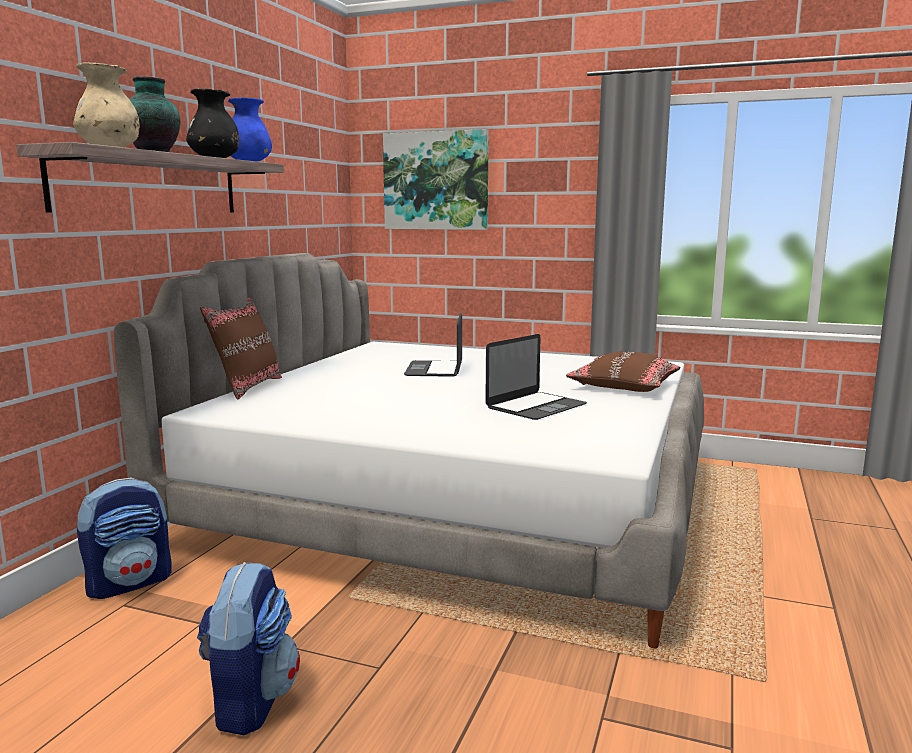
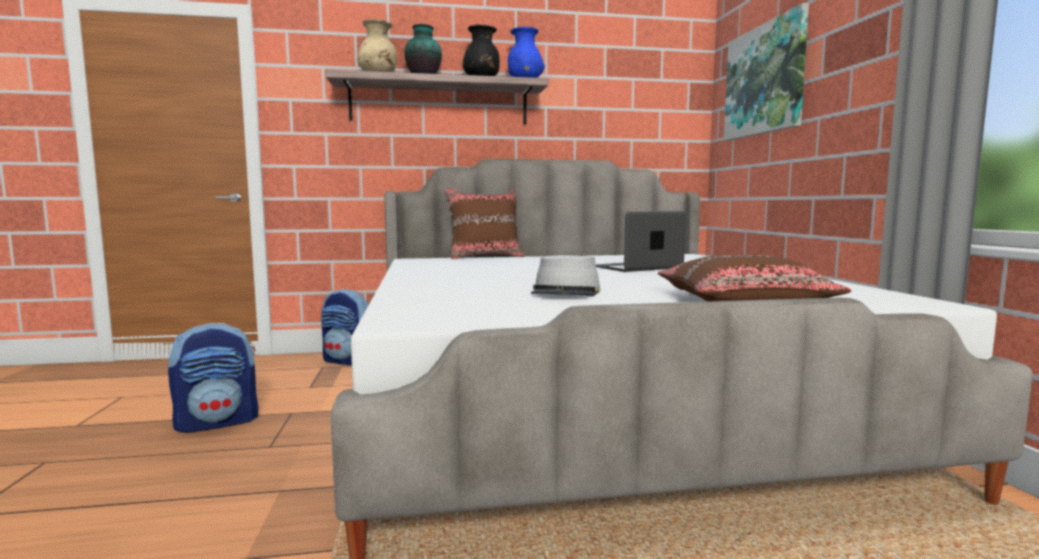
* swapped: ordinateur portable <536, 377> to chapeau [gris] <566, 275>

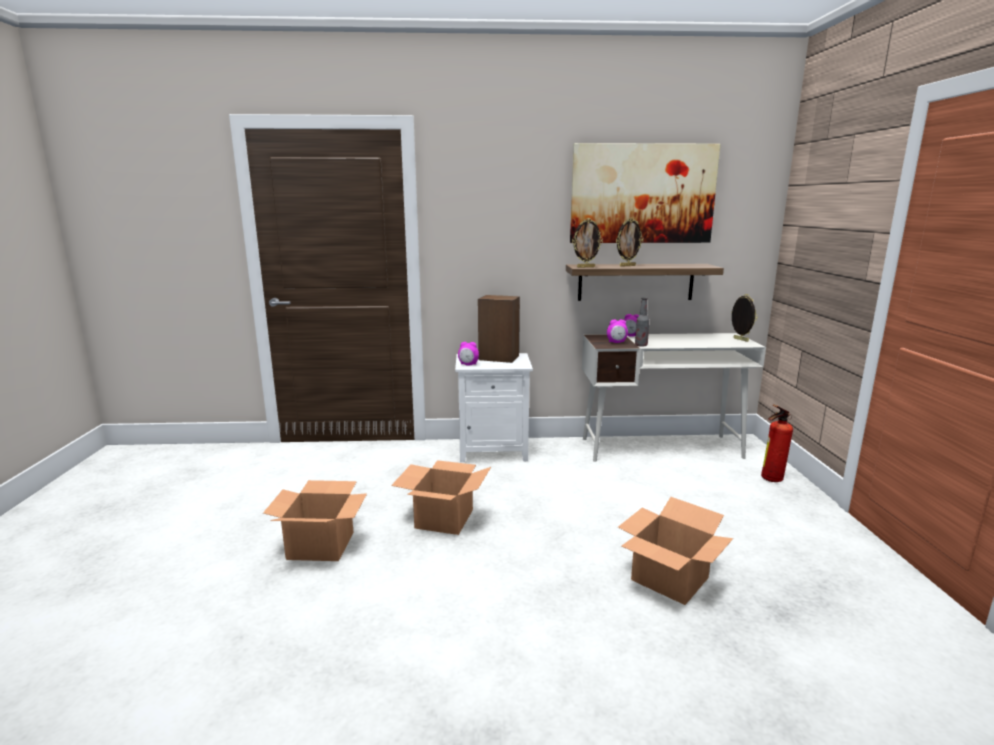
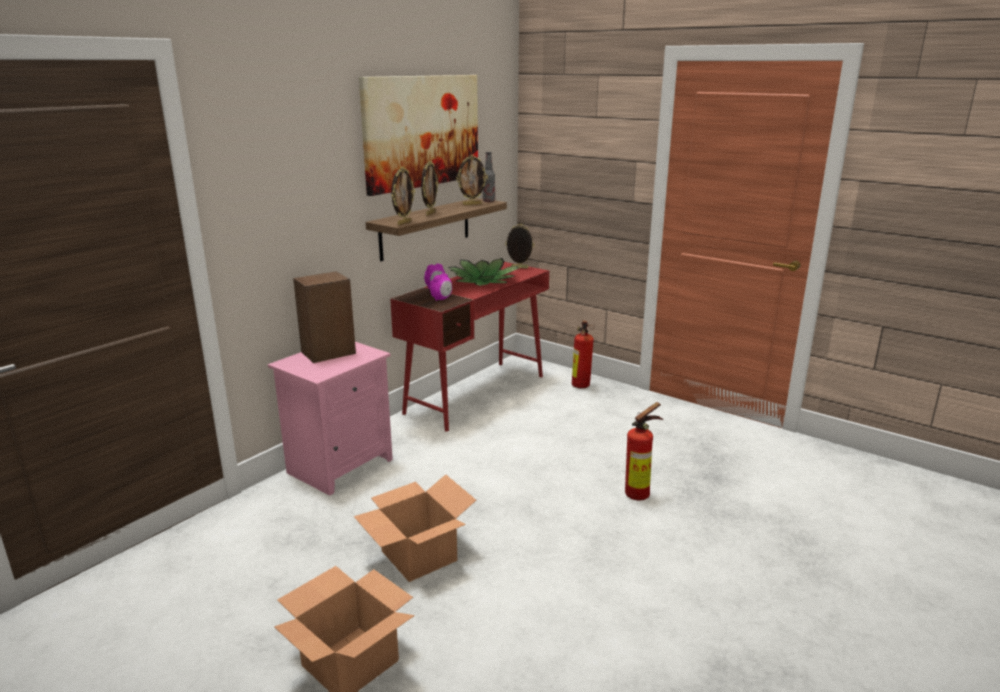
* gone: réveil <468, 354>
* new: plante en pot <483, 272>
* new: cadre photo <472, 180>
* shifted: bouteille <642, 322> to <489, 177>
* swapped: carton <675, 551> to extincteur <644, 451>
* repainted: table de chevet [blanc] <494, 408> to table de chevet [rose] <330, 419>
* repainted: bureau [blanc] <674, 397> to bureau [rouge] <469, 346>

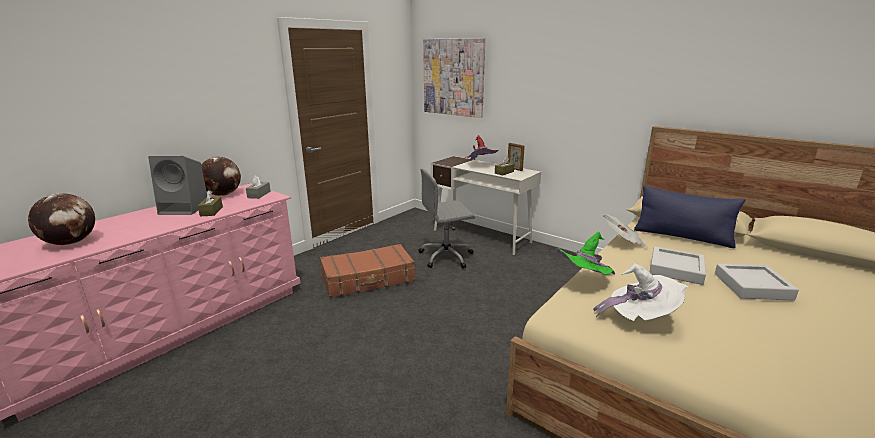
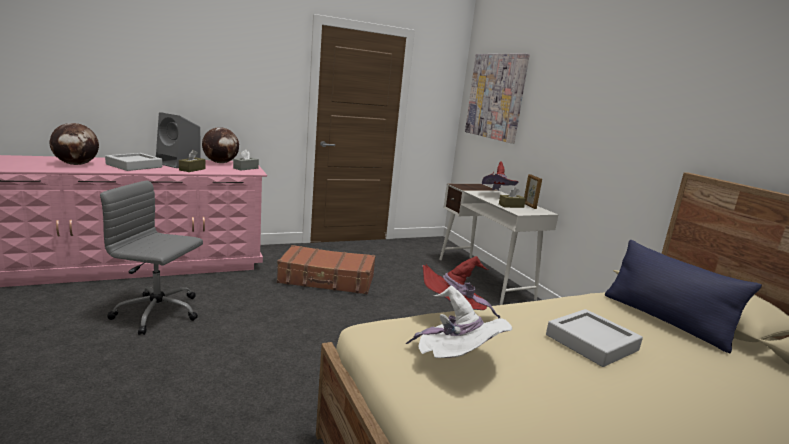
* gone: journal <624, 230>
* shifted: chaise de bureau [gris] <447, 219> to <151, 257>
* shifted: plateau [gris] <757, 282> to <133, 162>
* repainted: chapeau [vert] <585, 253> to chapeau [rouge] <461, 287>

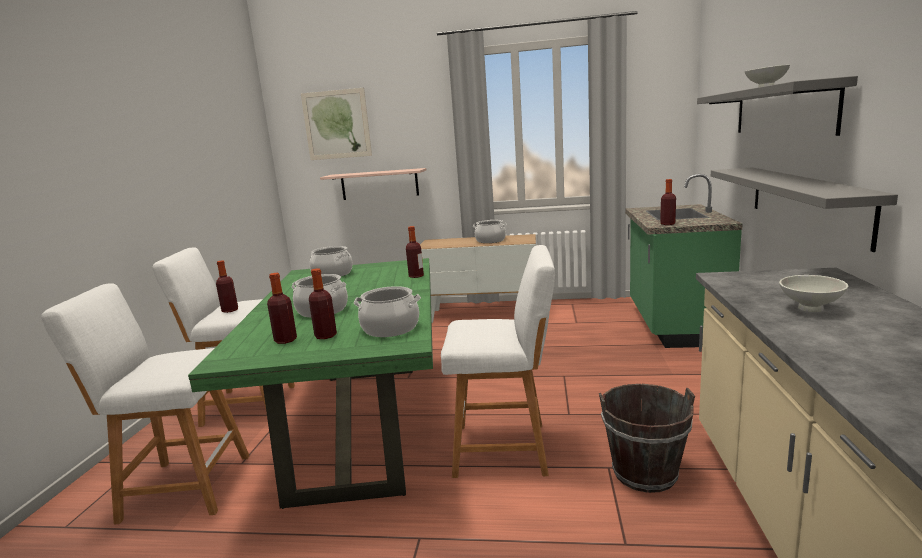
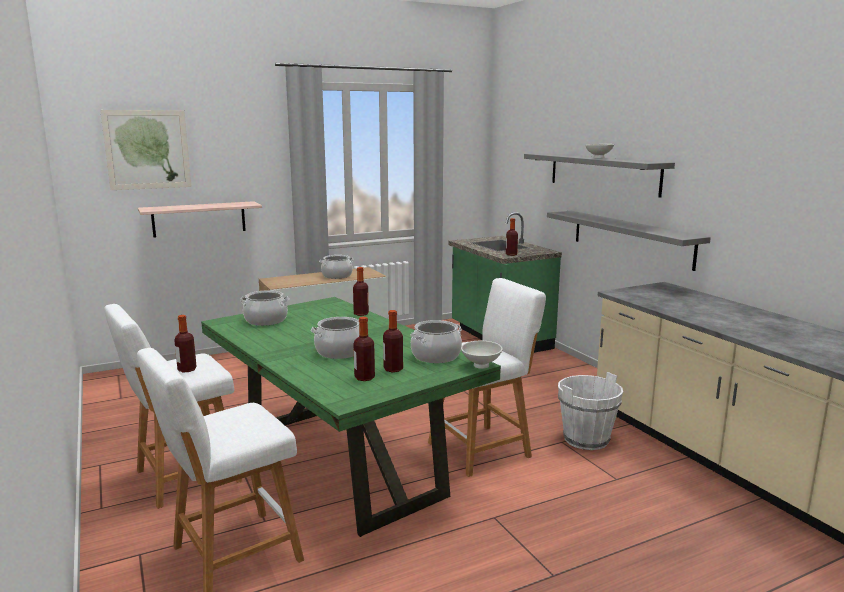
* shifted: bol [blanc] <813, 293> to <482, 355>
* repainted: seau [marron] <647, 438> to seau [blanc] <590, 411>

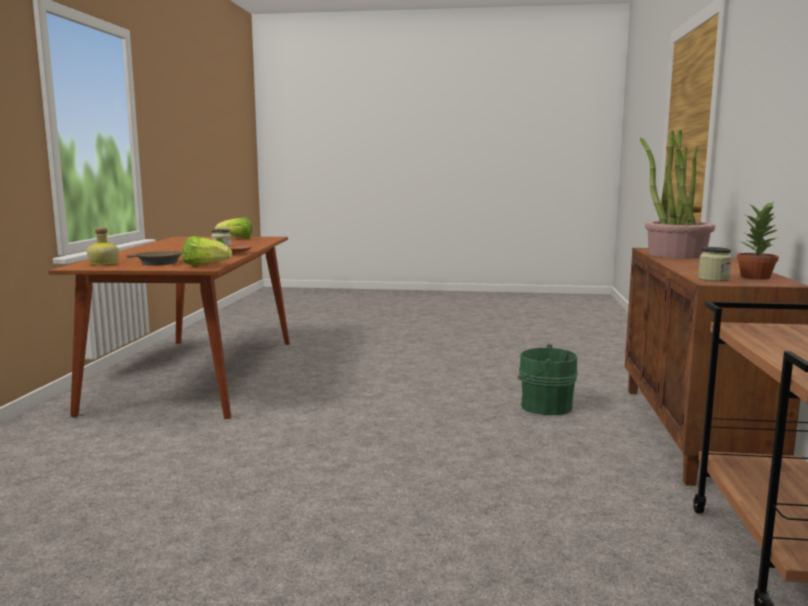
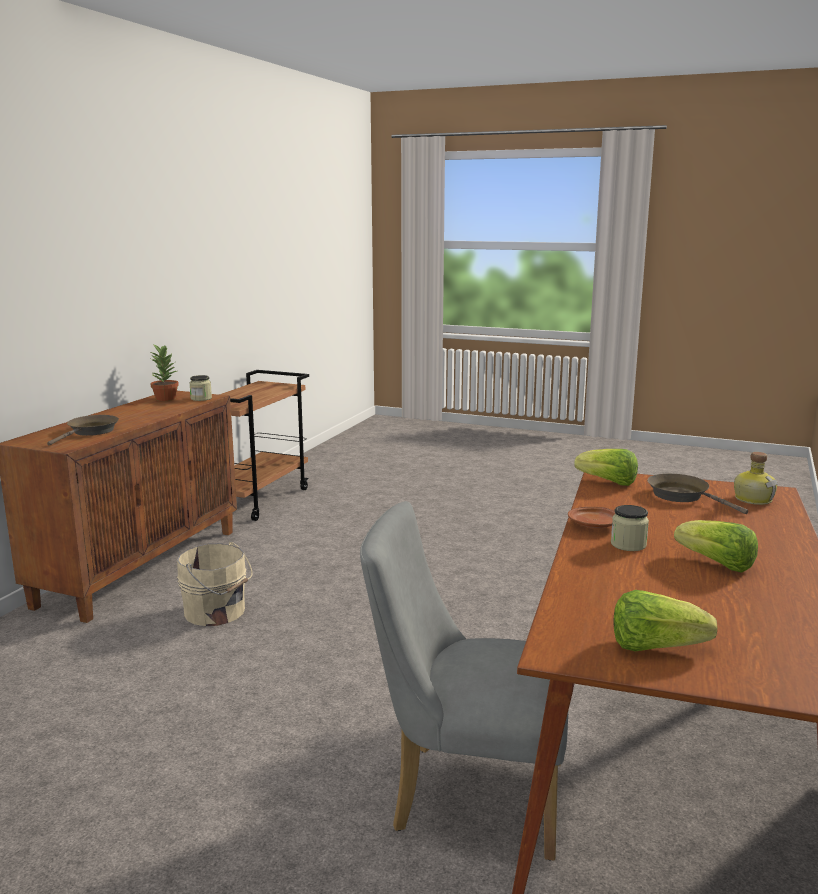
* new: chaise [gris] <464, 681>
* new: laitue <716, 546>
* swapped: plante en pot <677, 194> to poêle [marron] <83, 430>
* repainted: seau [vert] <548, 379> to seau [beige] <215, 584>

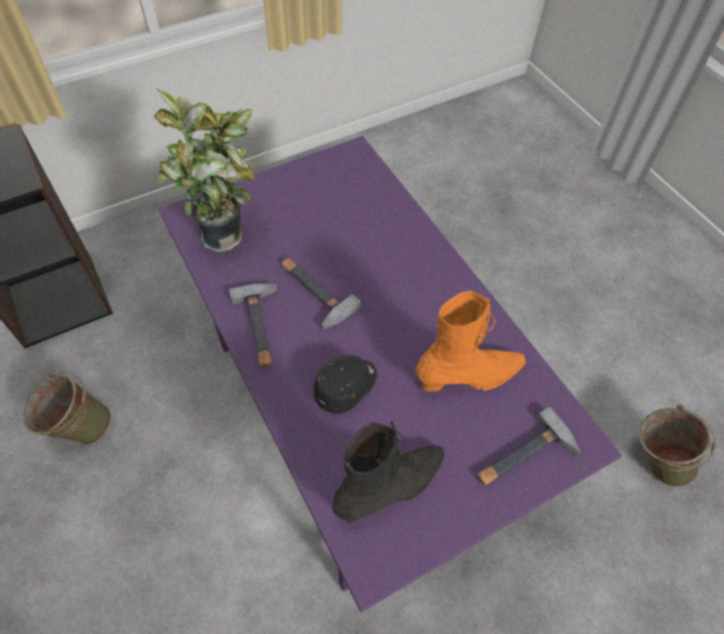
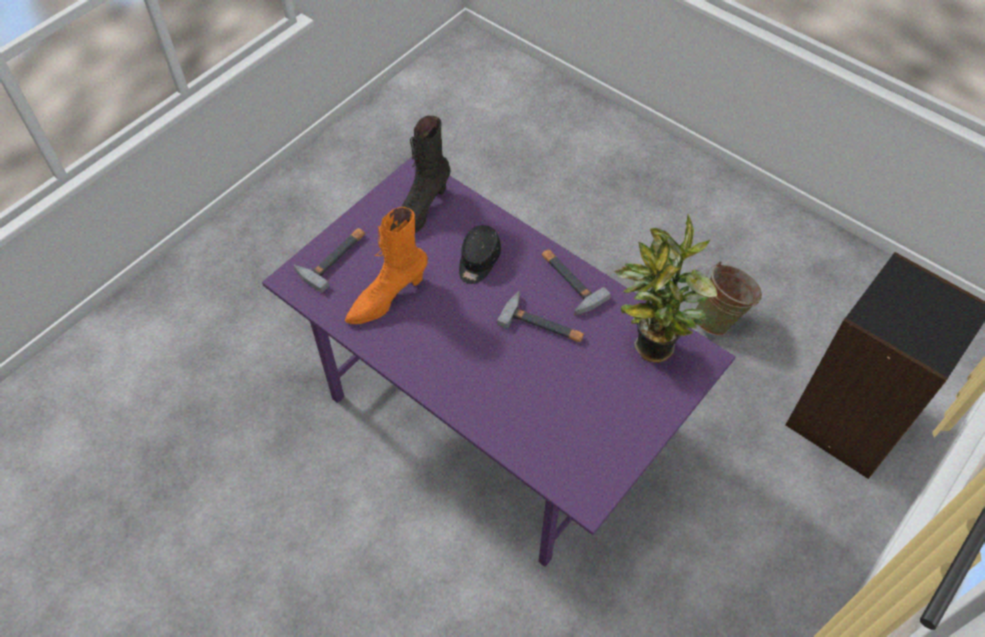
* gone: seau [vert] <677, 446>

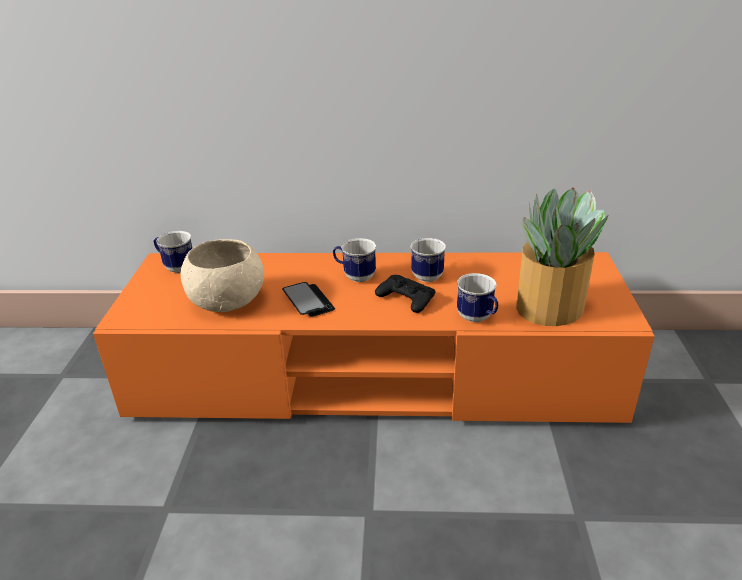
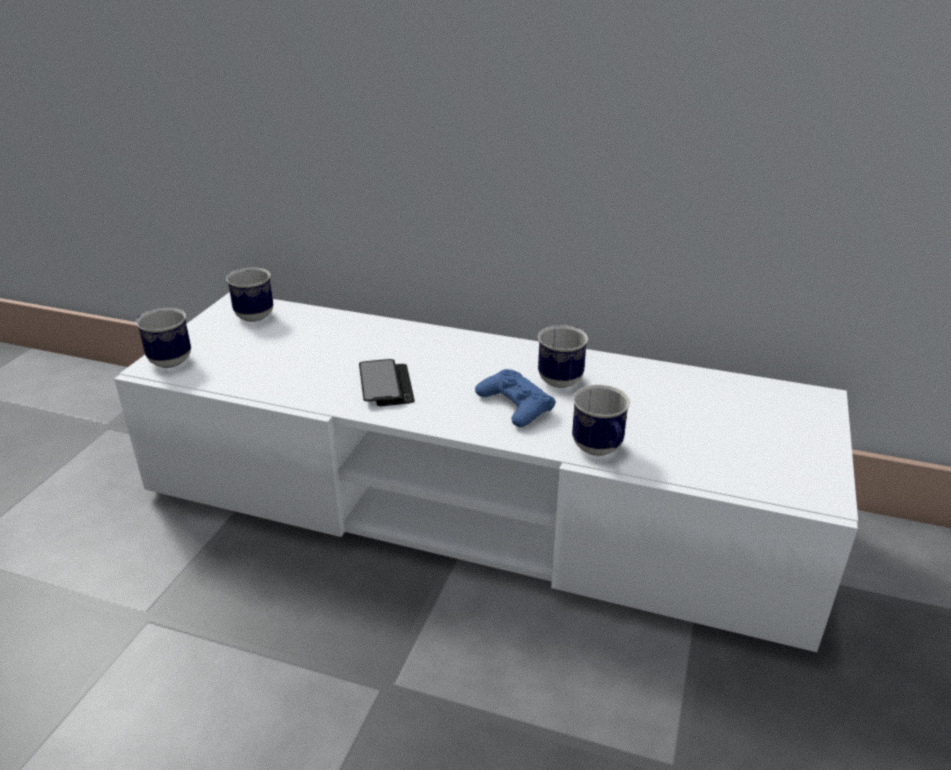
* gone: bol [beige] <222, 275>
* gone: plante en pot <562, 257>
* shifted: mug <354, 260> to <163, 338>
* repainted: meuble télé [orange] <374, 337> to meuble télé [blanc] <486, 472>
* repainted: manette [noir] <405, 294> to manette [bleu] <515, 398>

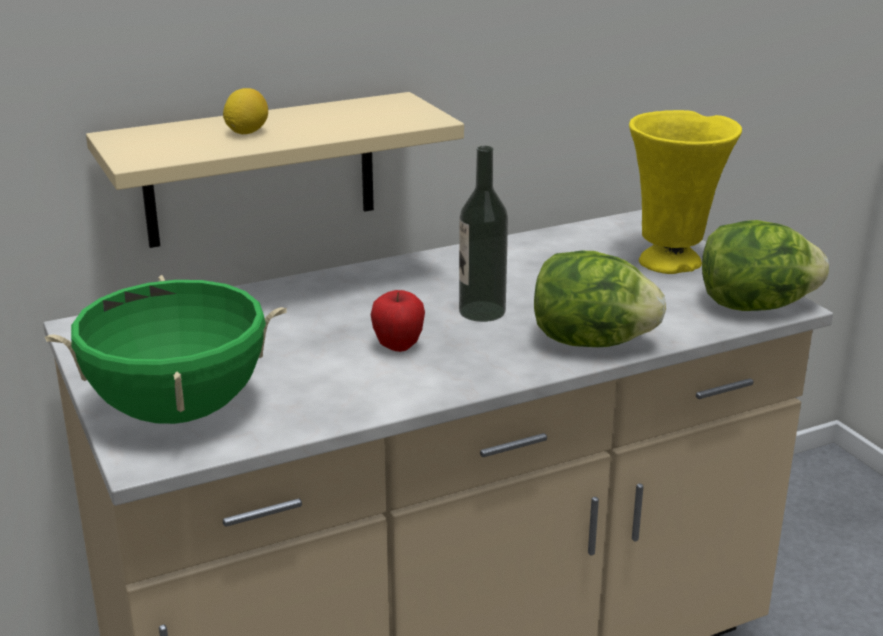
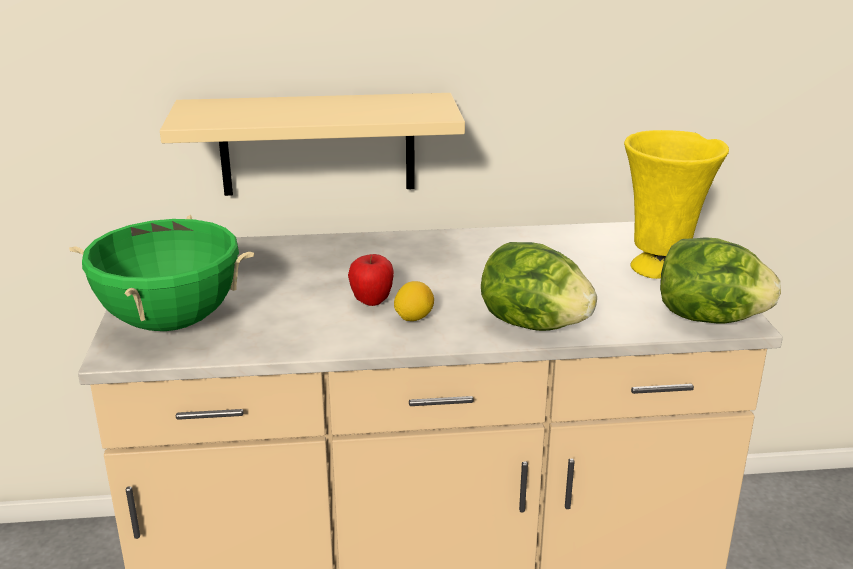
* gone: bouteille <483, 234>
* shifted: citron <245, 111> to <414, 301>

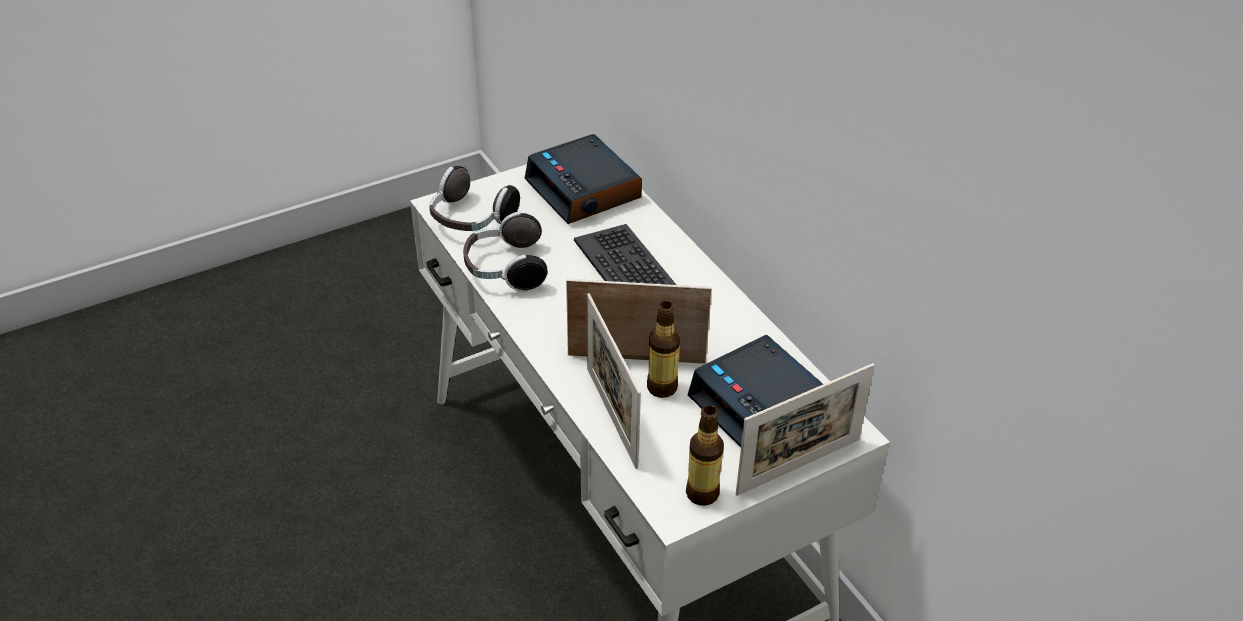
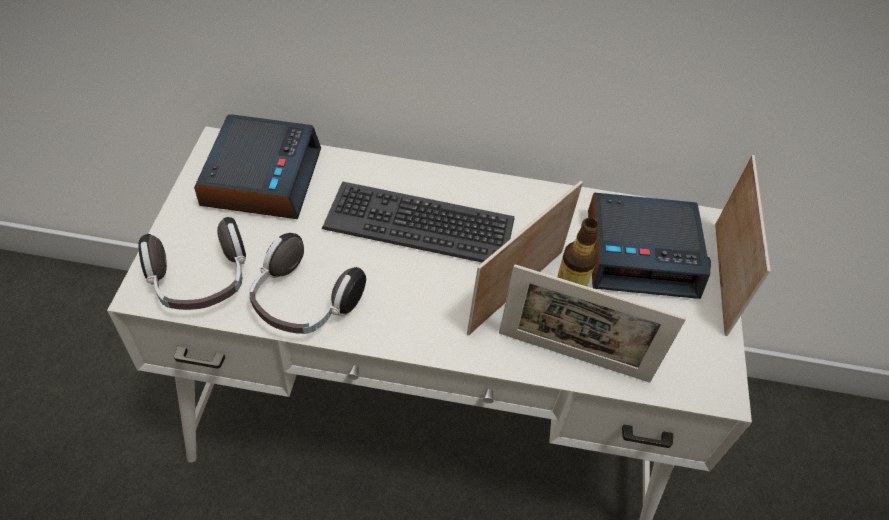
* gone: bouteille <705, 455>
* rotated: réveil <583, 179> = <257, 166> 90 degrees counterclockwise

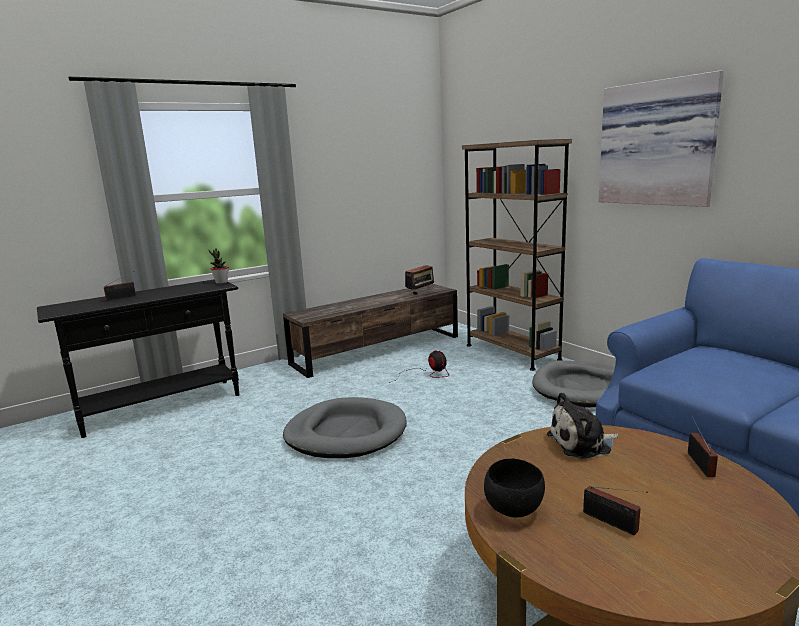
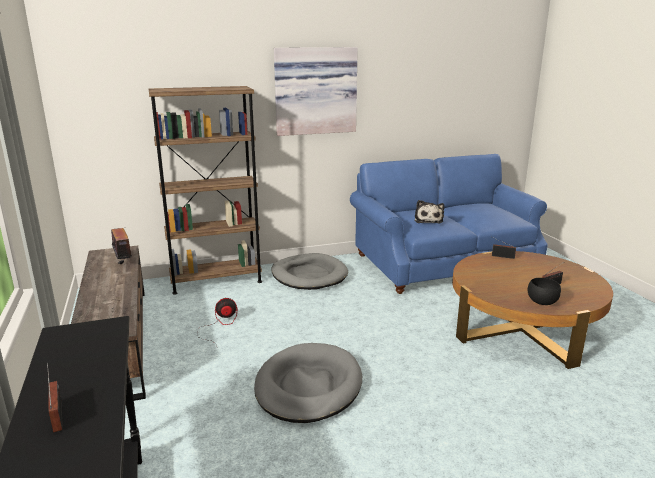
* gone: plante en pot <218, 266>
* shifted: peluche <583, 425> to <430, 211>

